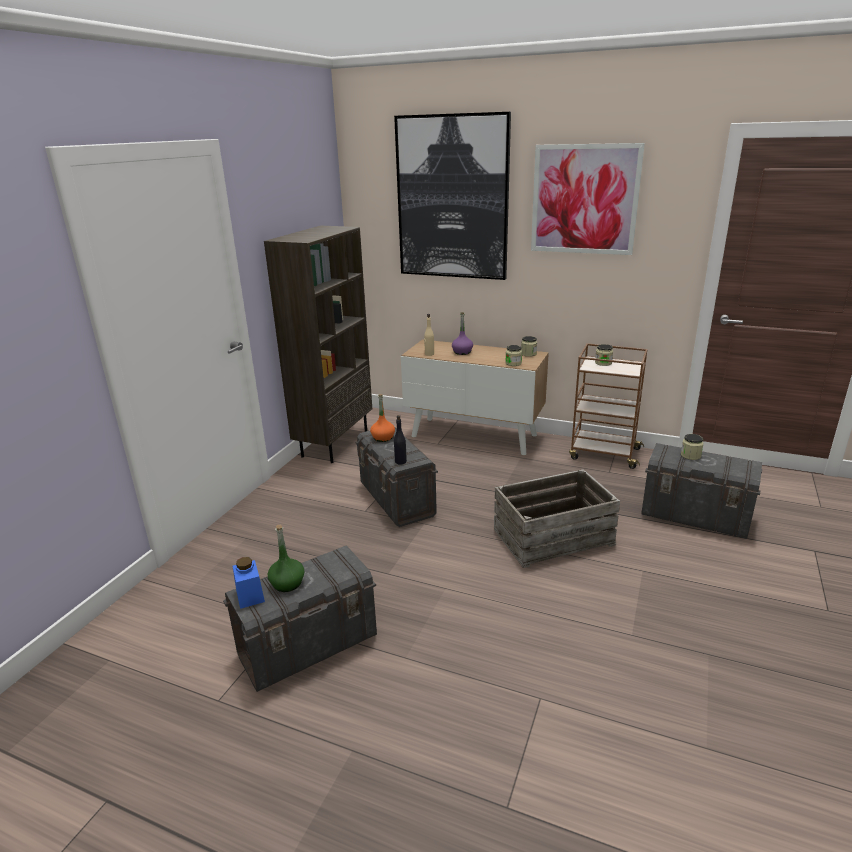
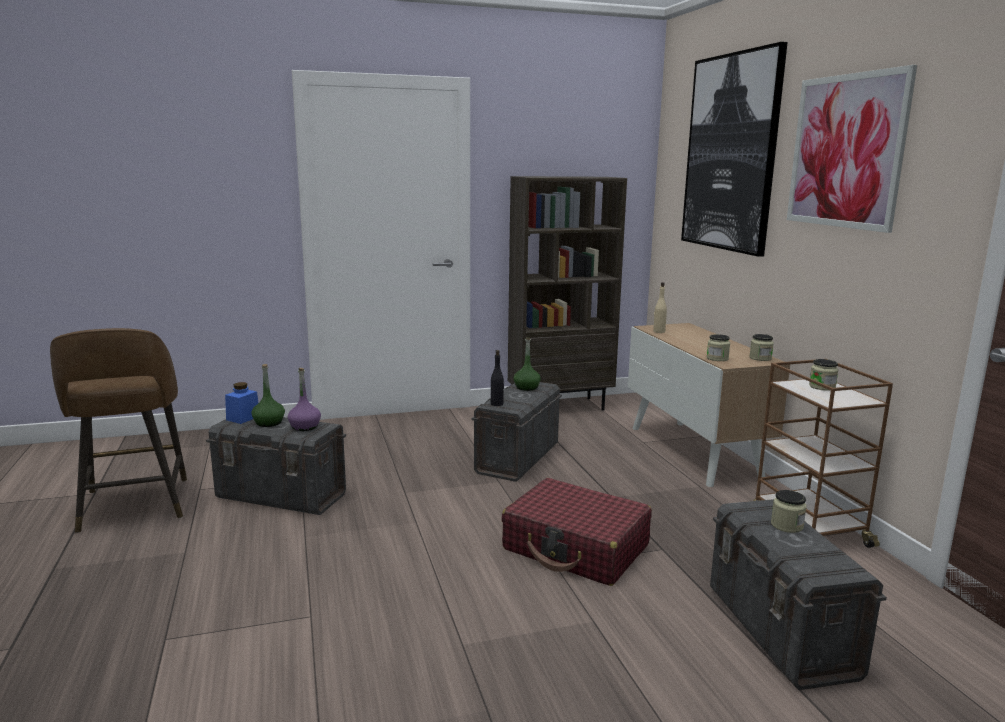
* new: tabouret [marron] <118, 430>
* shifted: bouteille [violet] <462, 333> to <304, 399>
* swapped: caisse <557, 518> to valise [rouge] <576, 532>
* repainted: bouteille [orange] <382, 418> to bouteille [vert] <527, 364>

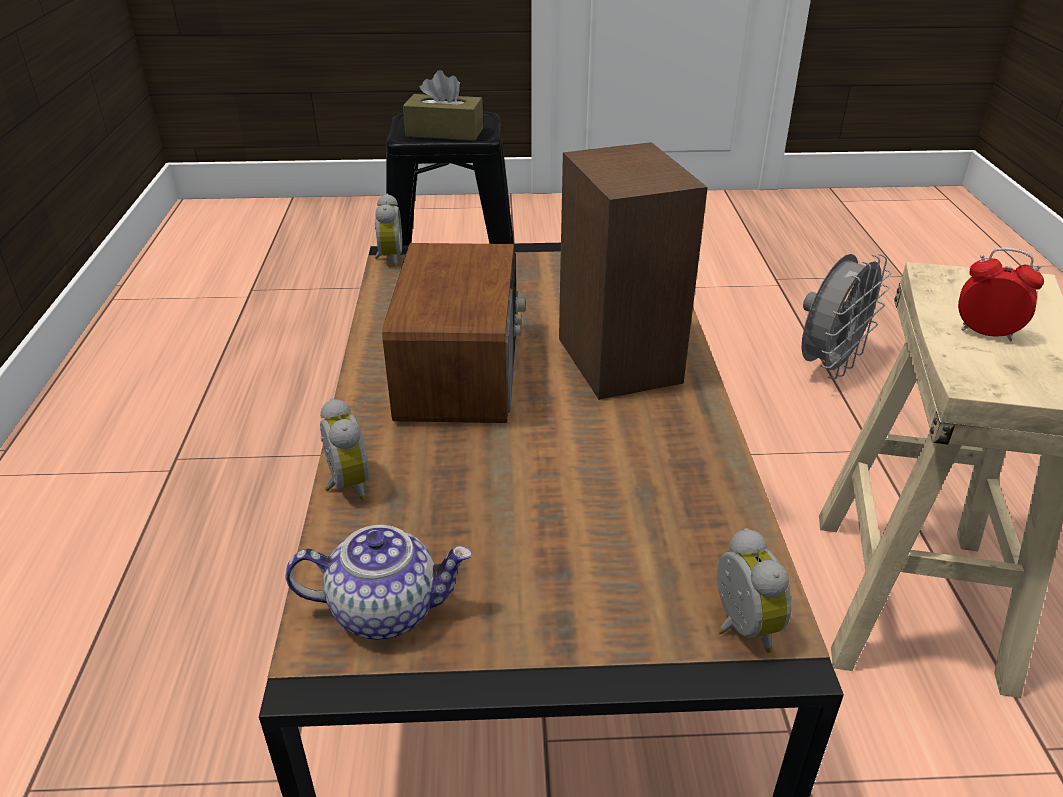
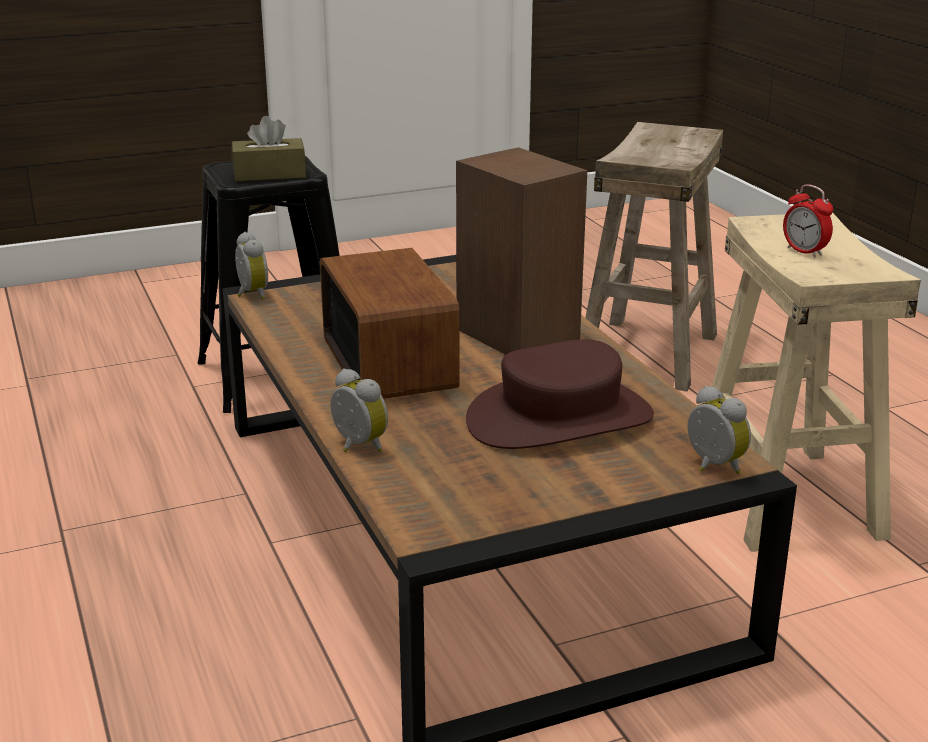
* gone: théière <378, 582>
* new: chapeau [marron] <560, 394>
* swapped: ventilateur [gris] <846, 316> to tabouret [beige] <654, 257>
* rotated: réveil <1001, 294> = <808, 220> 135 degrees counterclockwise

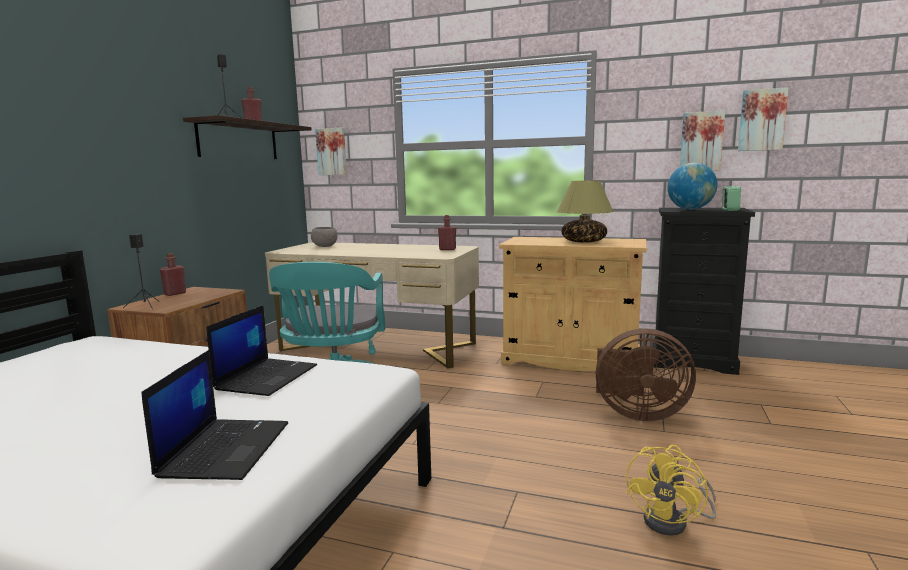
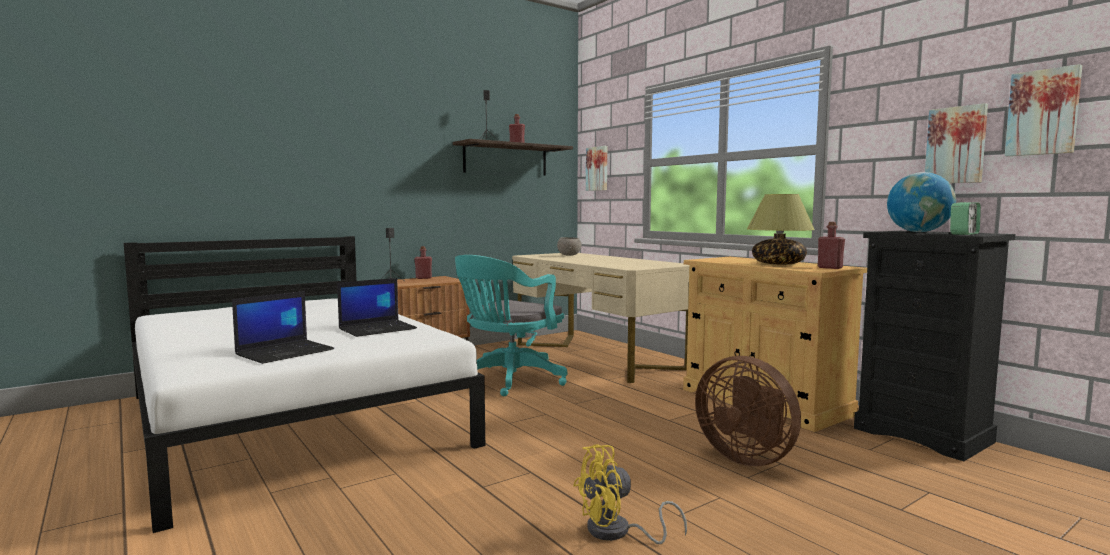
* shifted: bouteille [rouge] <447, 232> to <831, 245>

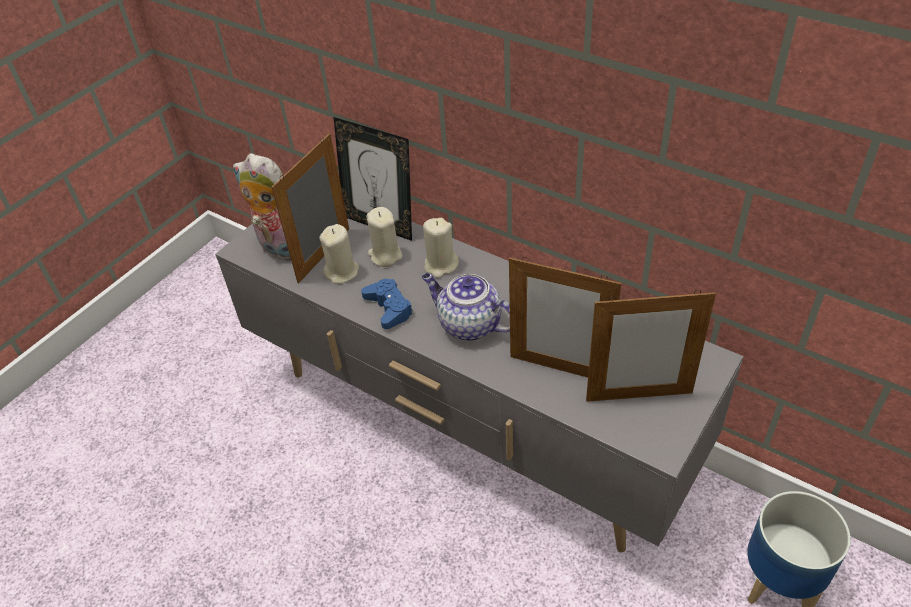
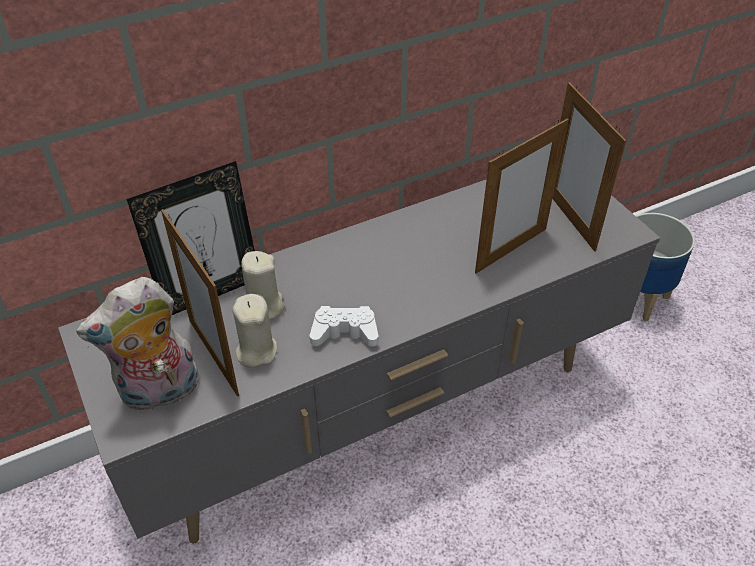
* gone: théière <466, 307>
* gone: bougie [beige] <441, 248>
* repainted: manette [bleu] <387, 304> to manette [blanc] <344, 326>
* rotated: cadre photo <651, 345> = <589, 167> 135 degrees clockwise

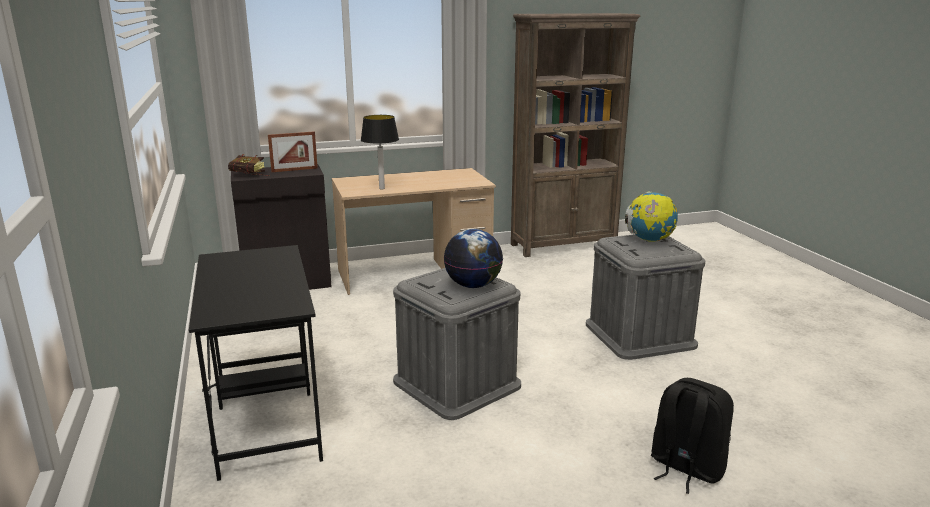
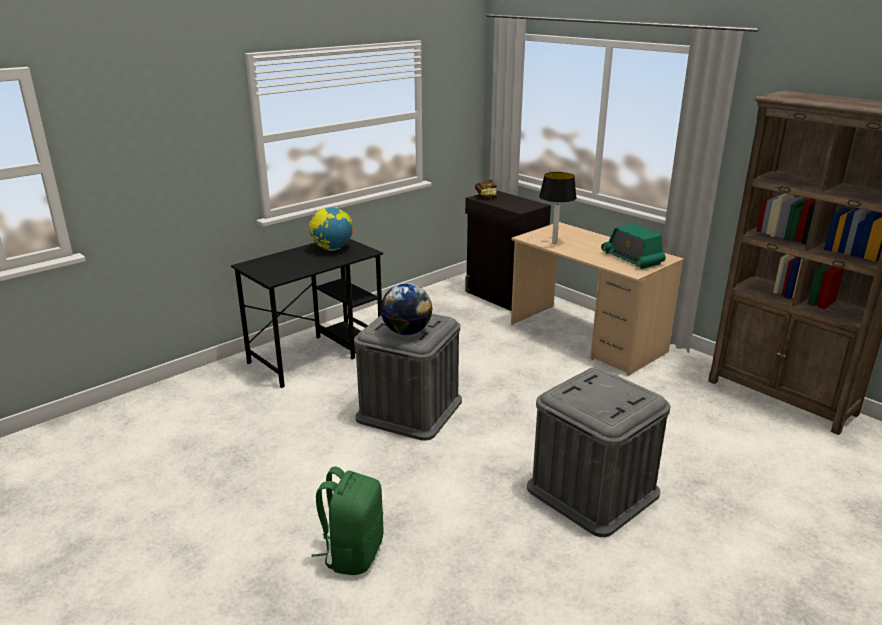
* gone: cadre photo <293, 152>
* new: radio <633, 246>
* shifted: globe <651, 216> to <331, 229>
* repainted: sac à dos [noir] <692, 436> to sac à dos [vert] <347, 520>

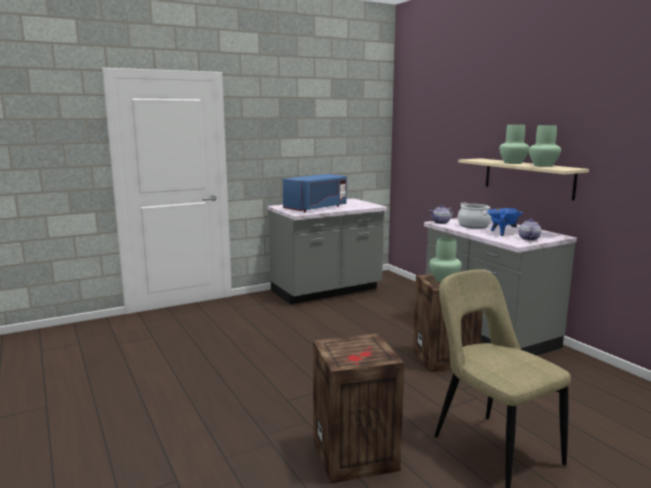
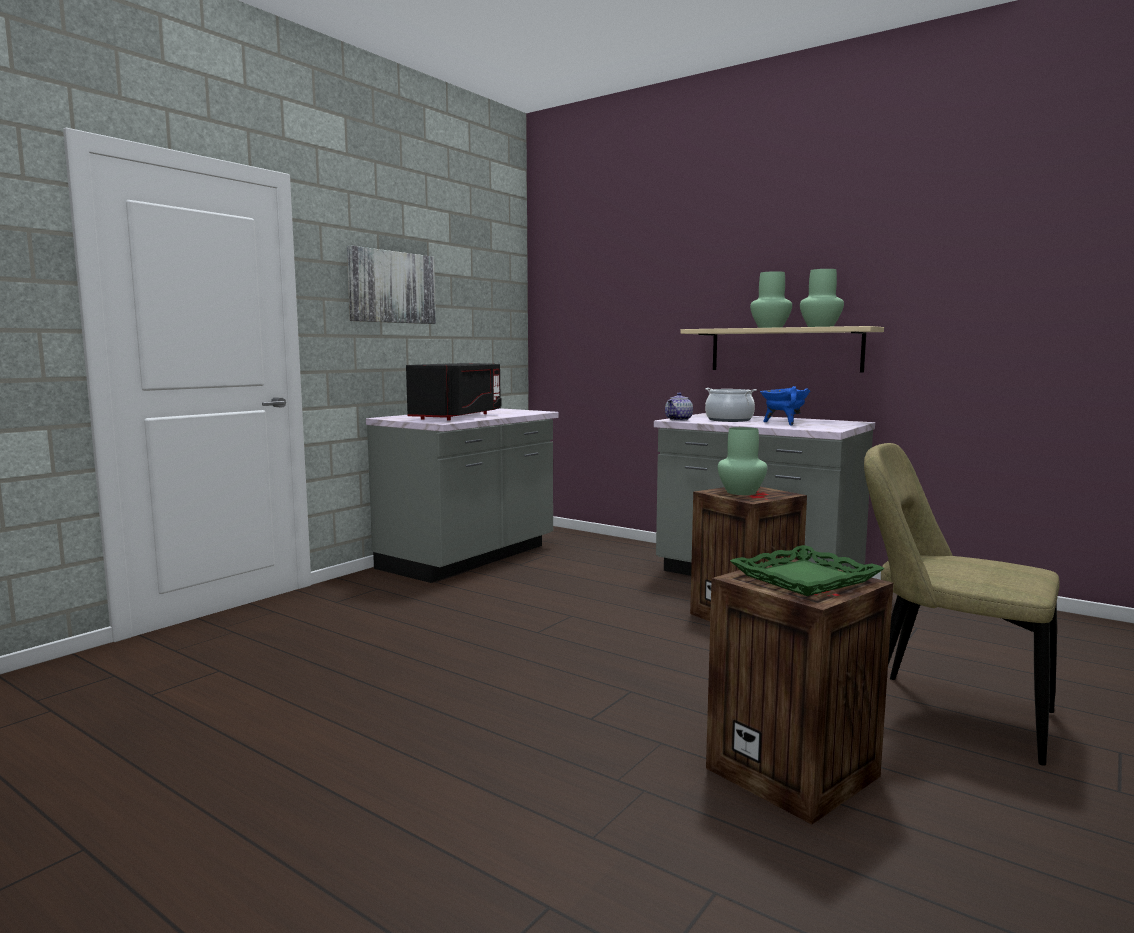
* gone: théière <530, 229>
* new: tableau <391, 285>
* new: plateau [vert] <807, 570>
* repainted: micro-ondes [bleu] <315, 193> to micro-ondes [noir] <454, 392>

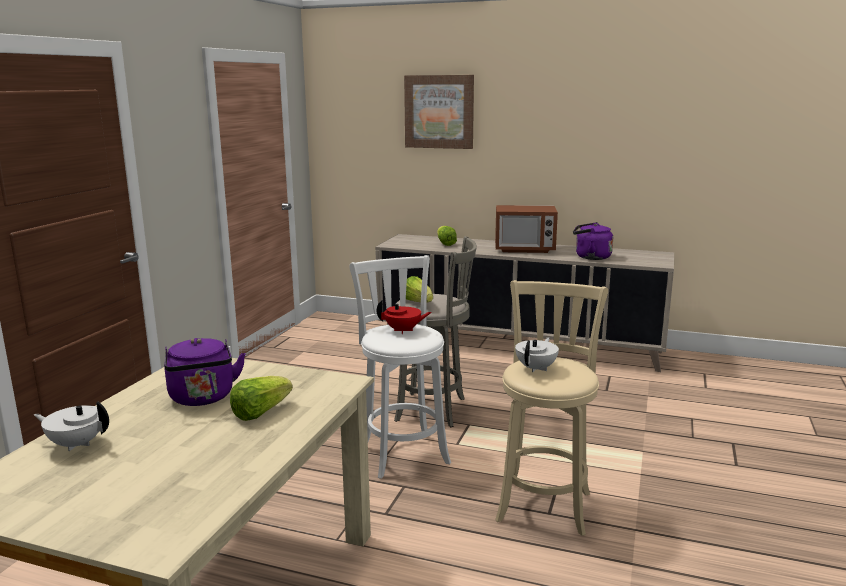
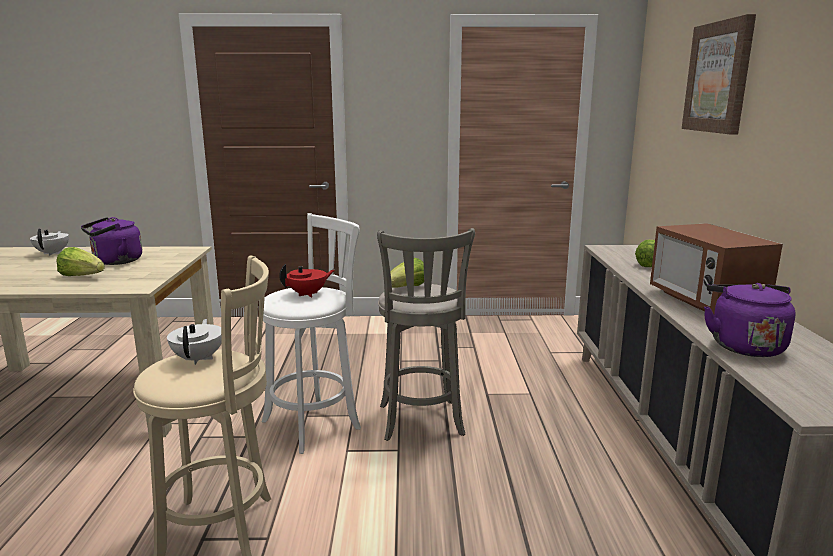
* rotated: théière [rouge] <404, 316> = <306, 281> 105 degrees counterclockwise
* rotated: théière [blanc] <537, 354> = <194, 342> 105 degrees counterclockwise

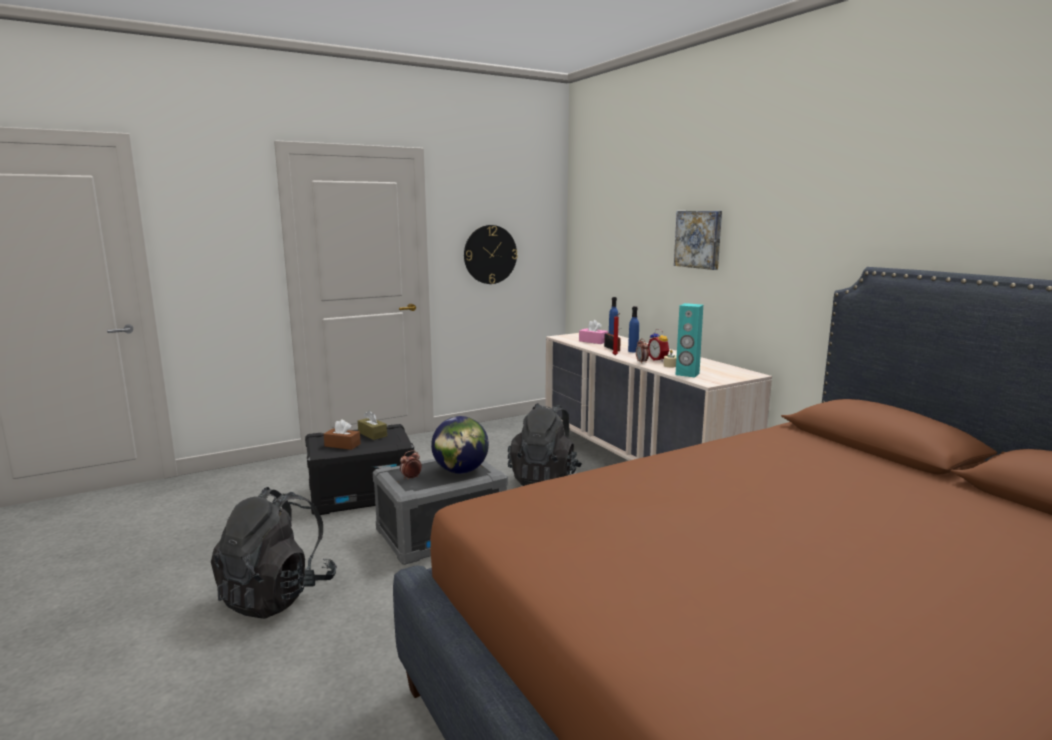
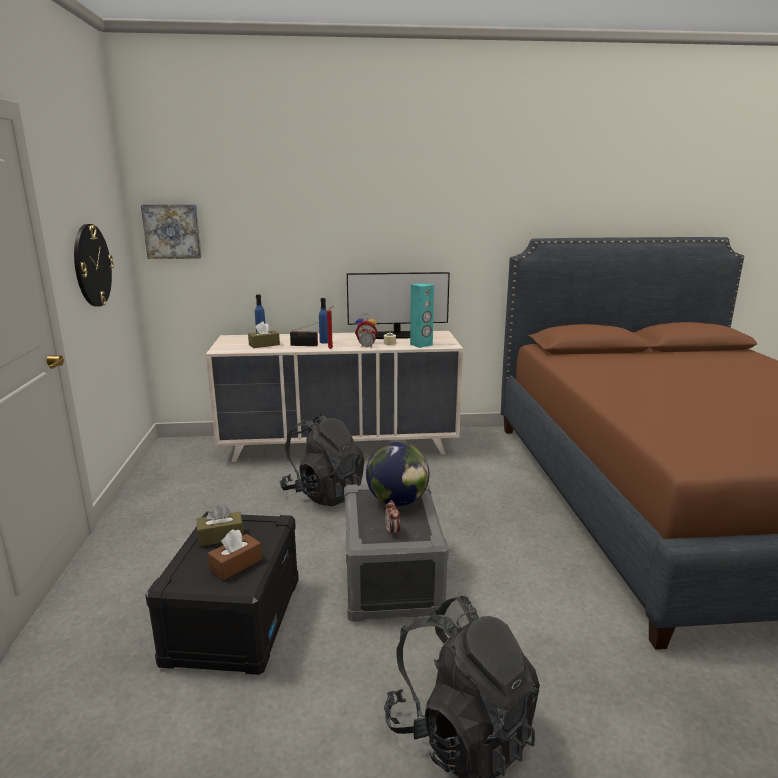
* new: écran d'ordinateur <398, 305>
* shifted: tableau <698, 240> to <171, 231>
* repainted: boîte à mouchoirs [rose] <593, 332> to boîte à mouchoirs [marron] <264, 335>

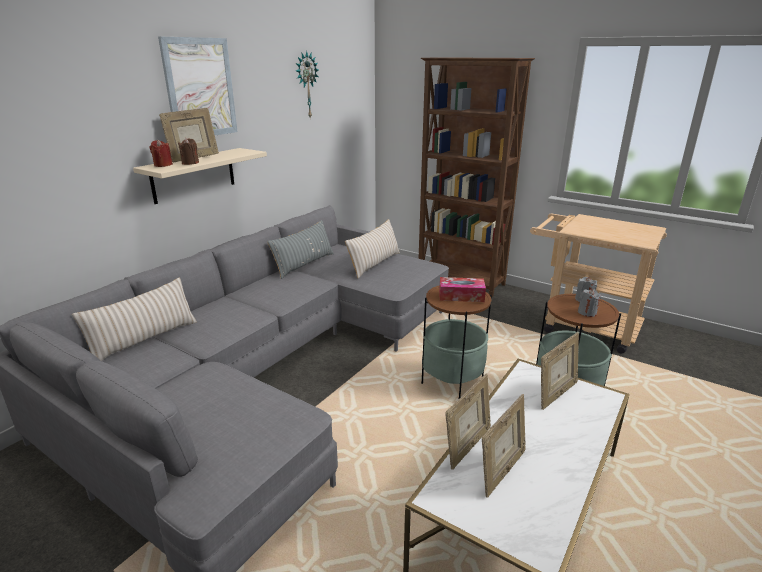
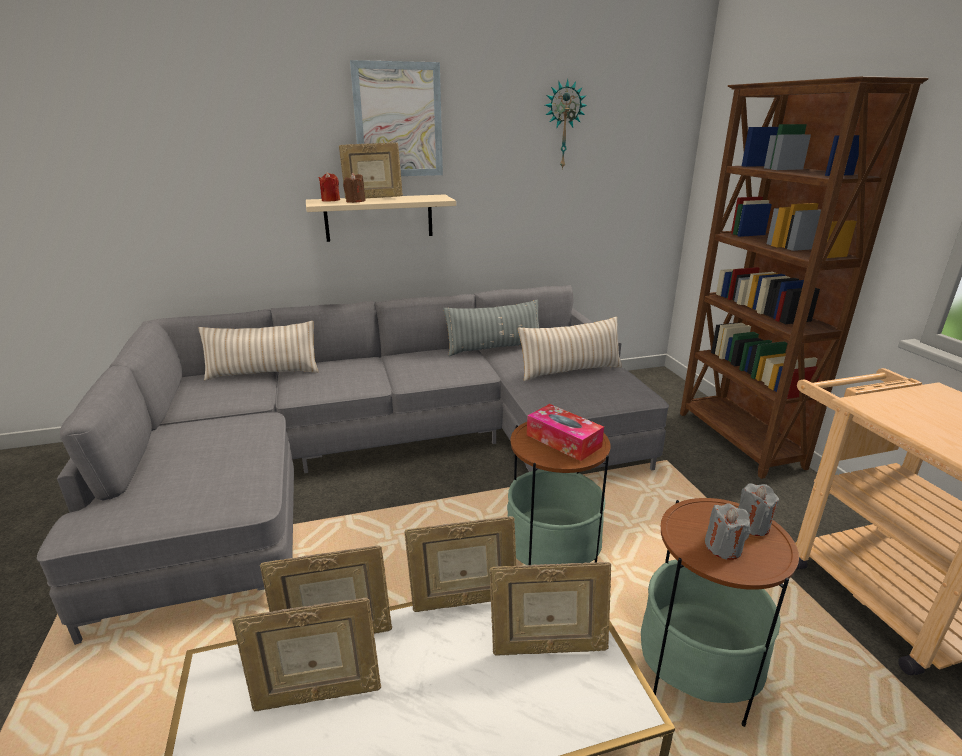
* new: cadre photo <460, 564>

